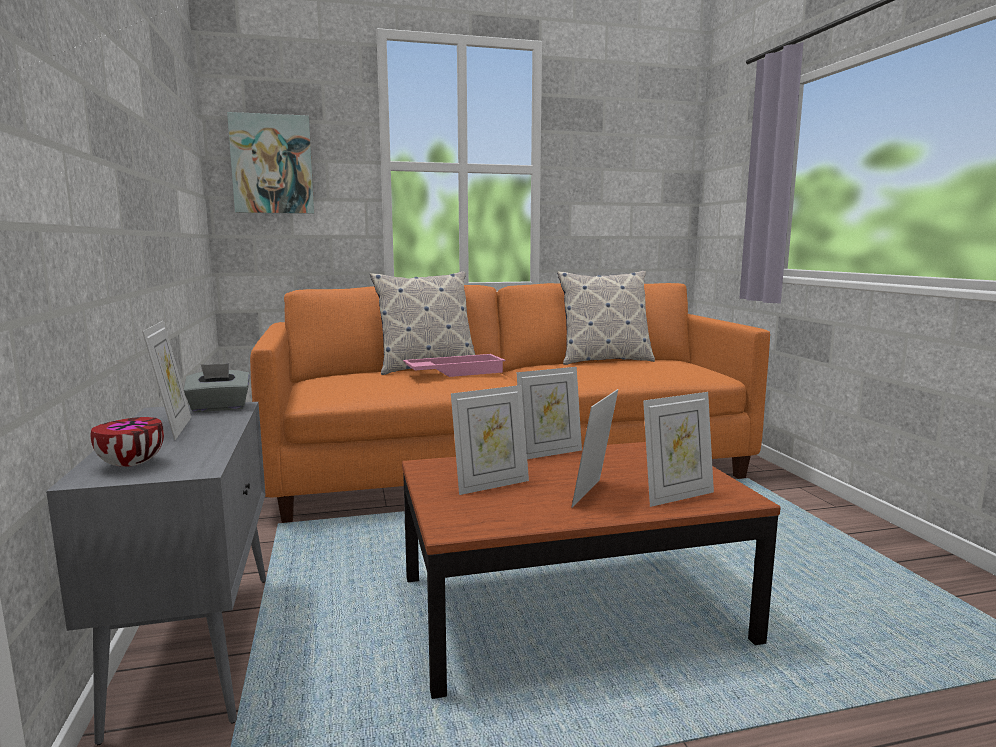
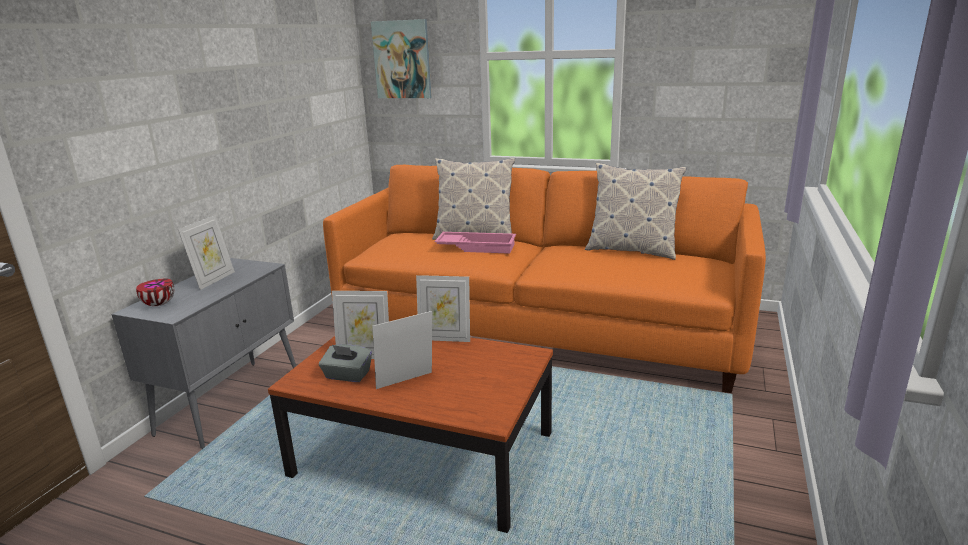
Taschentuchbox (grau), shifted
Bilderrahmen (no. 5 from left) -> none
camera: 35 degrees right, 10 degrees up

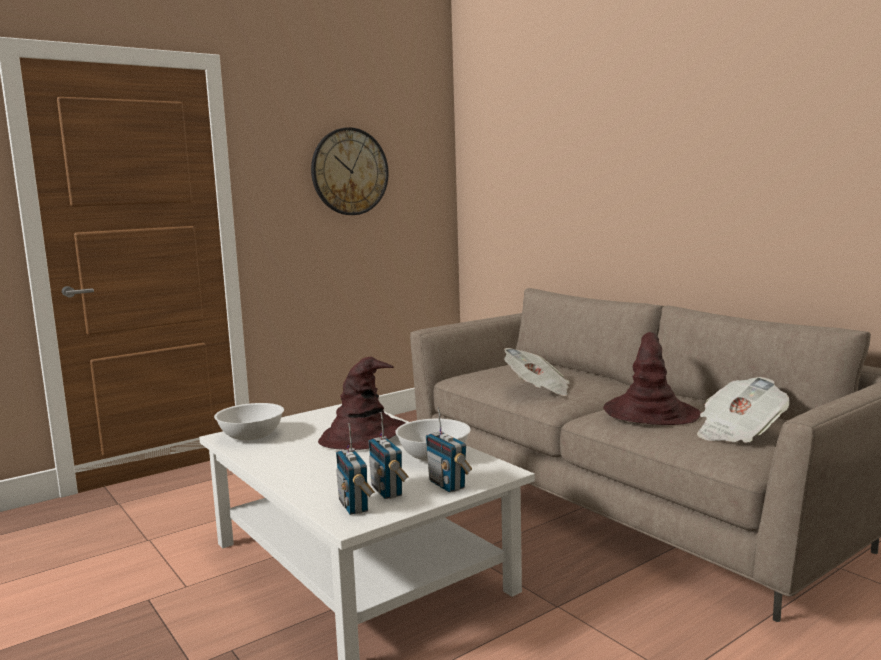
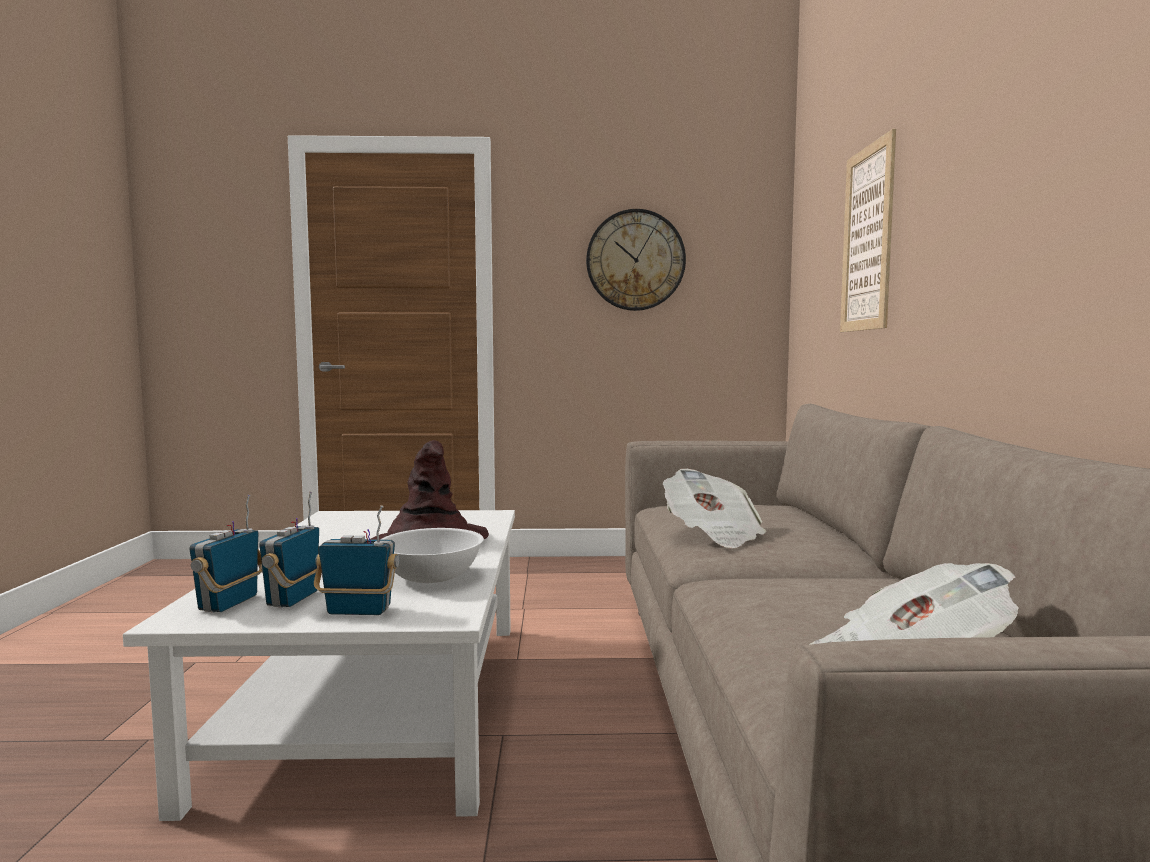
Schüssel (weiß) (no. 1 from left) -> none
Radio (no. 3 from left), 90 degrees clockwise
Hut (braun) (no. 2 from left) -> none
none -> Bild
camera: 35 degrees right, 5 degrees down

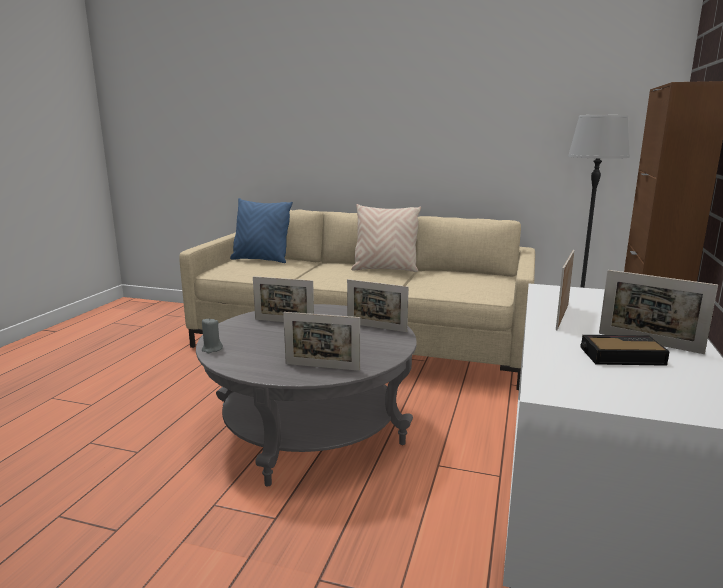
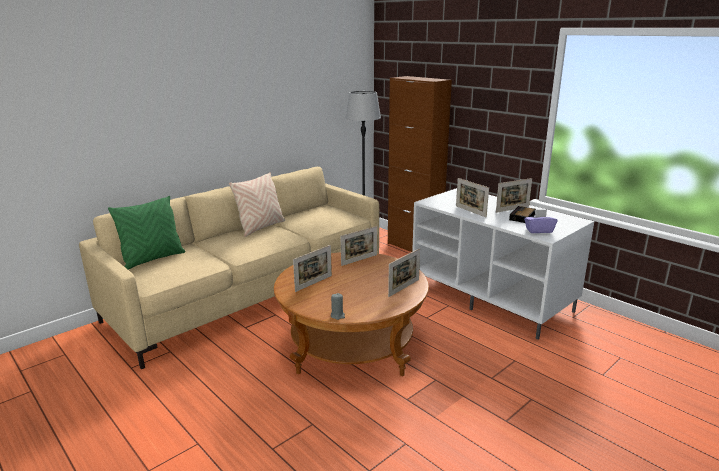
Couchtisch (grau) -> Couchtisch (braun)
Kissen (blau) -> Kissen (grün)
none -> Taschentuchbox (lila)
camera: 60 degrees left, 5 degrees up

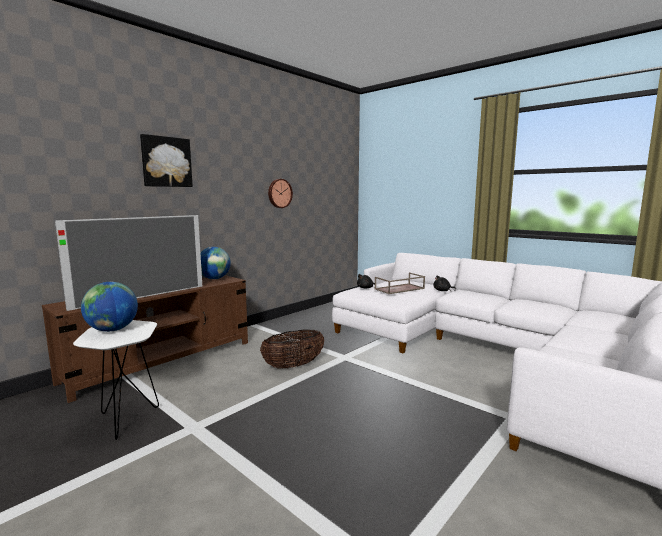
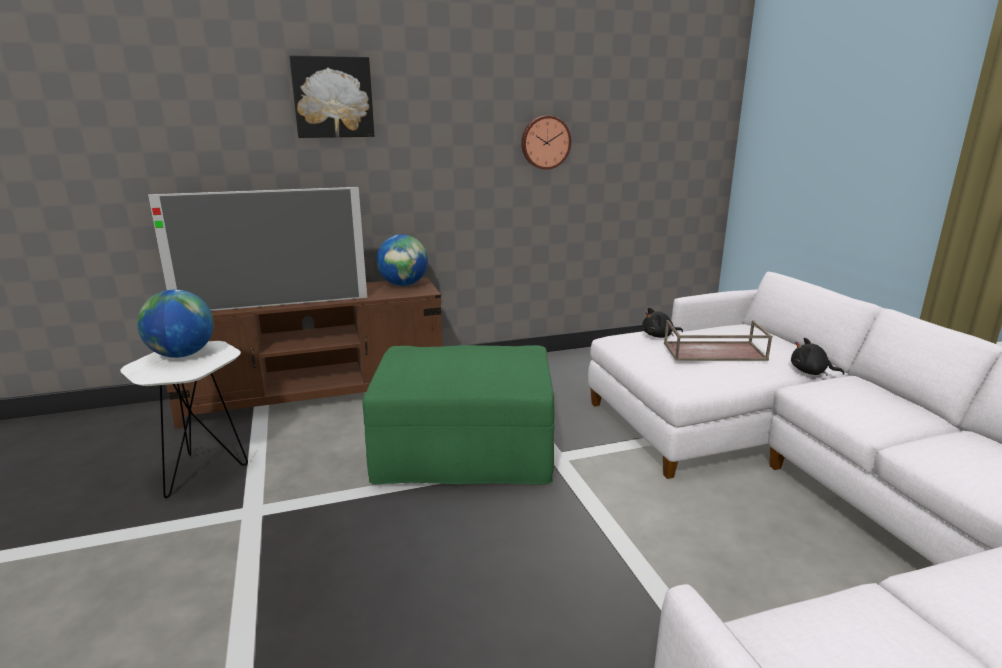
Korb -> Polsterhocker (grün)
camera: 30 degrees right, 10 degrees up

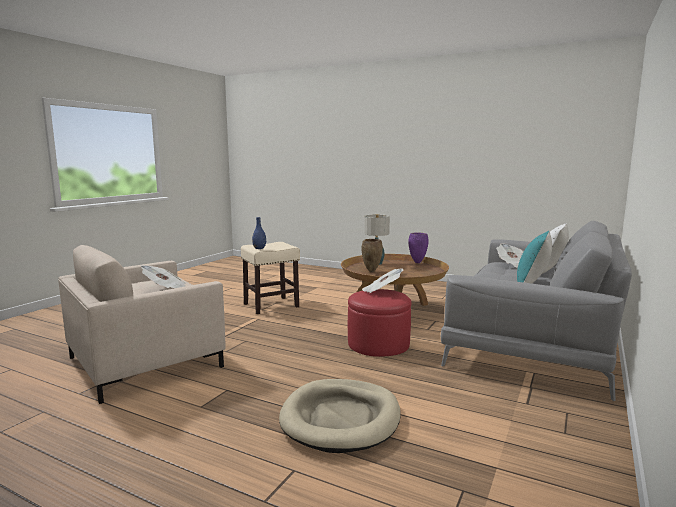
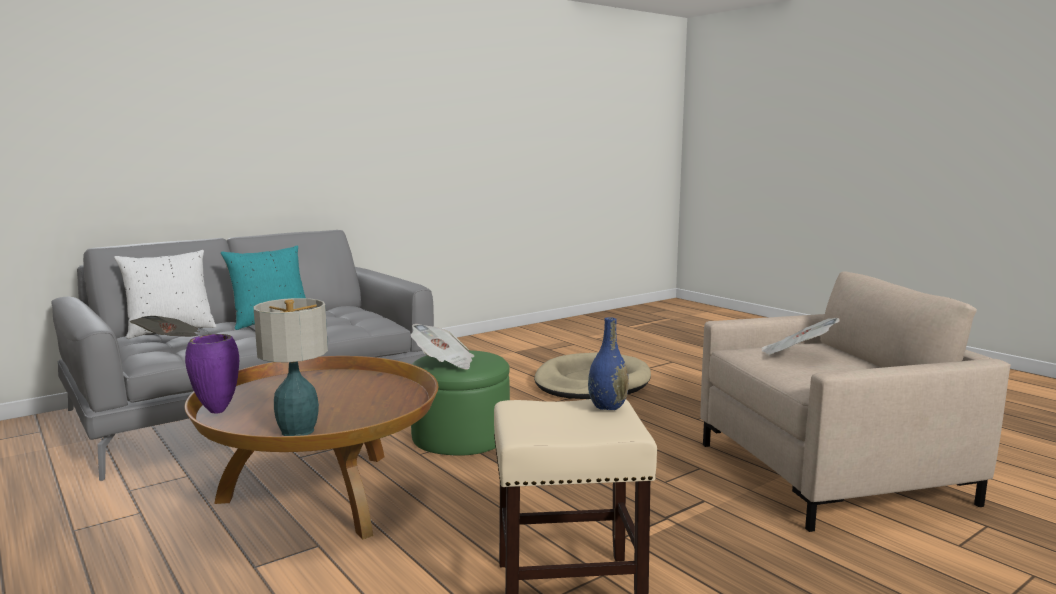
Polsterhocker (rot) -> Polsterhocker (grün)
Vase (braun) -> none
camera: 155 degrees left, 0 degrees up

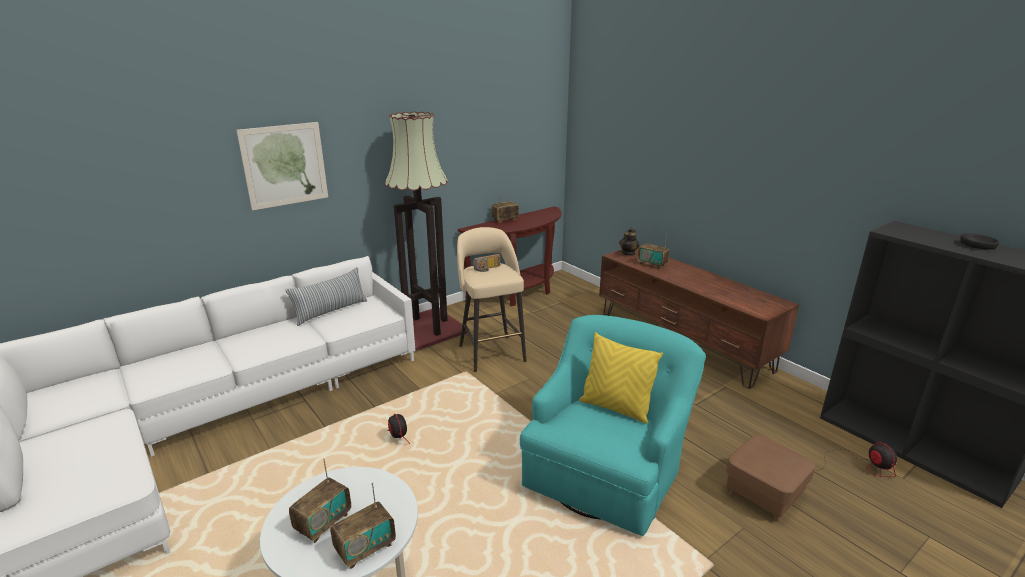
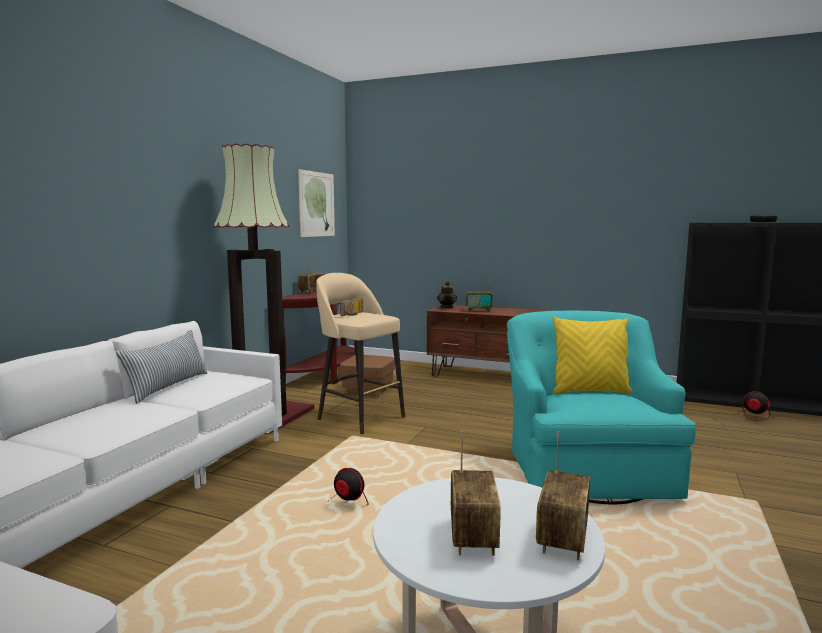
Bild, shifted
Polsterhocker (braun), shifted
camera: 30 degrees left, 15 degrees down

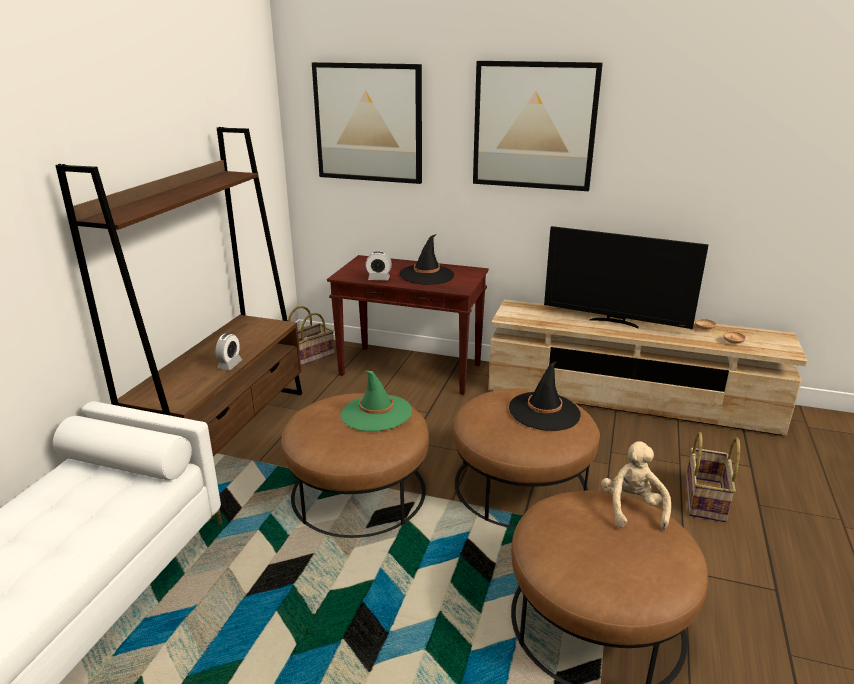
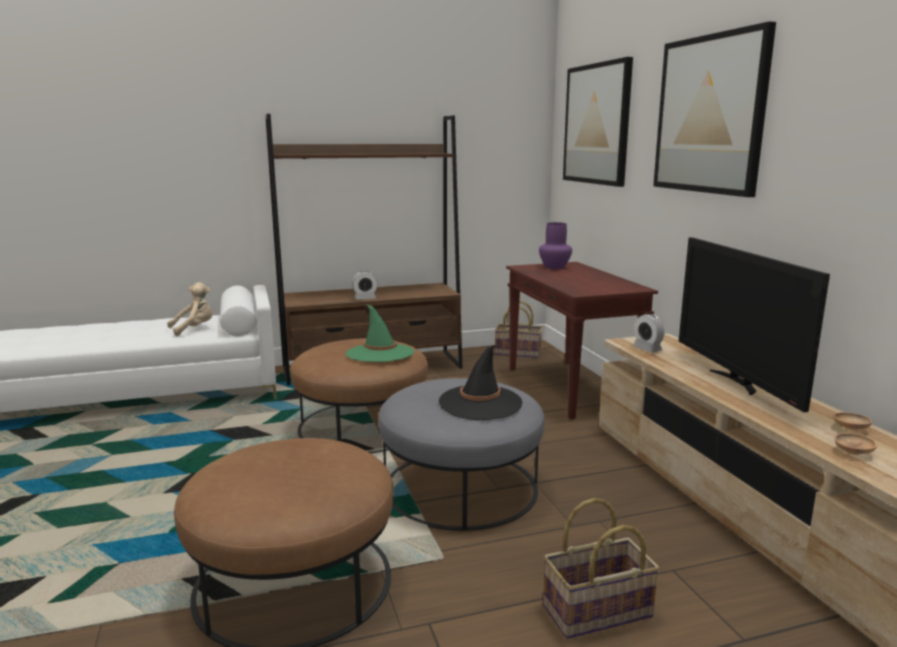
Wecker (no. 2 from left), shifted
Hut (schwarz) (no. 1 from left) -> none
Polsterhocker (braun) (no. 2 from left) -> Polsterhocker (grau)
Plüschtier (beige), shifted
none -> Vase (lila)
camera: 55 degrees right, 10 degrees down

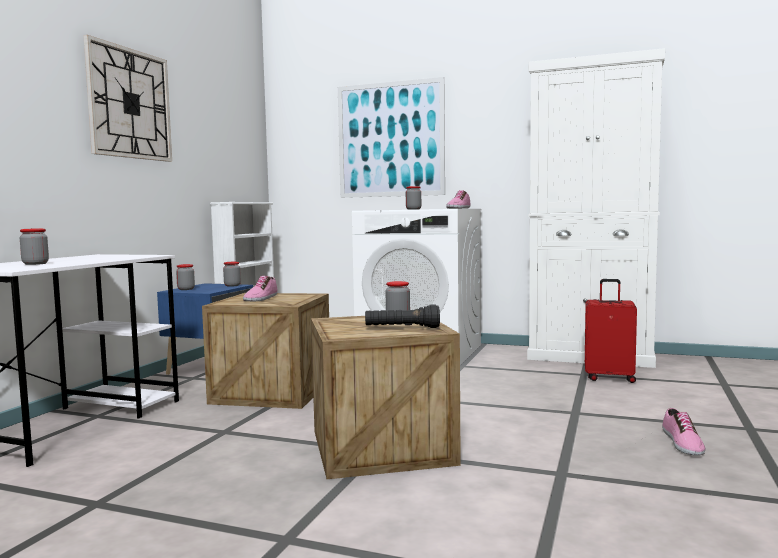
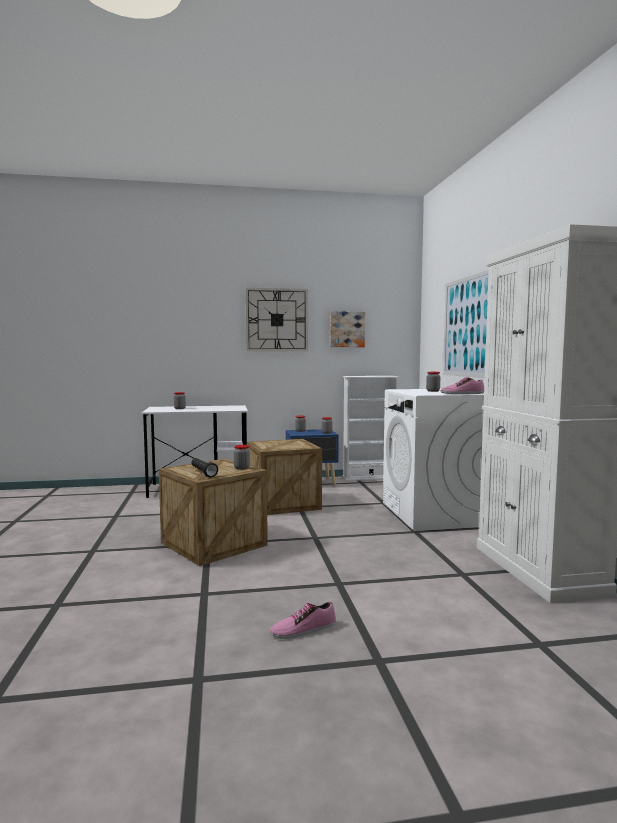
Schuh (no. 1 from left) -> none
Koffer (rot) -> none
none -> Bild (no. 1 from left)
camera: 60 degrees right, 0 degrees up

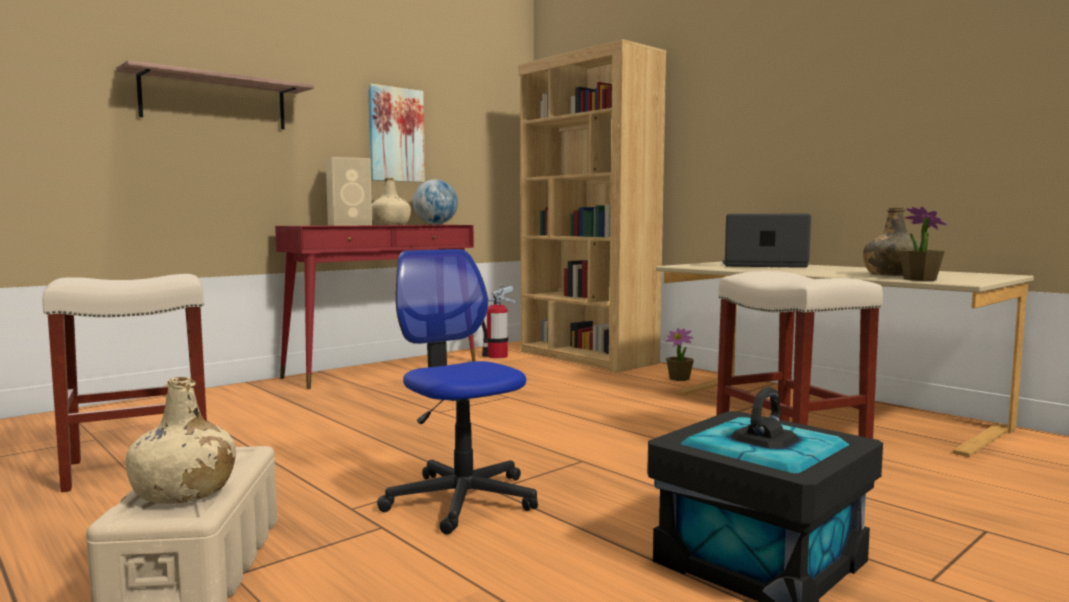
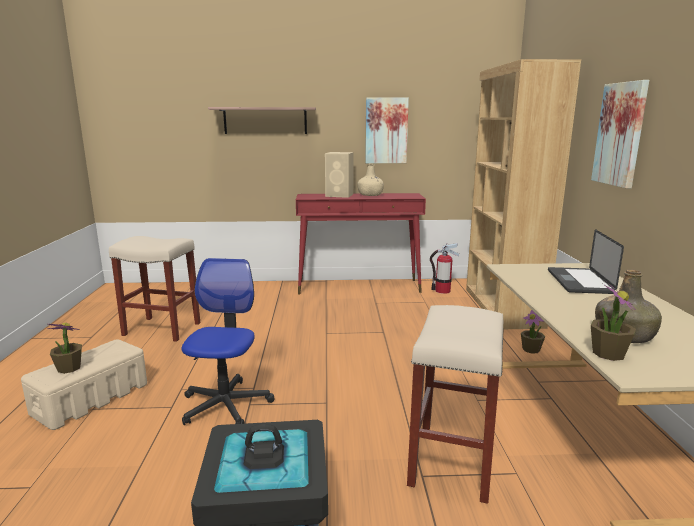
Flasche (beige) (no. 1 from left) -> Topfpflanze (no. 1 from left)
Globus -> none
Laptop, 135 degrees counterclockwise
none -> Bild (no. 2 from left)
camera: 40 degrees right, 10 degrees up

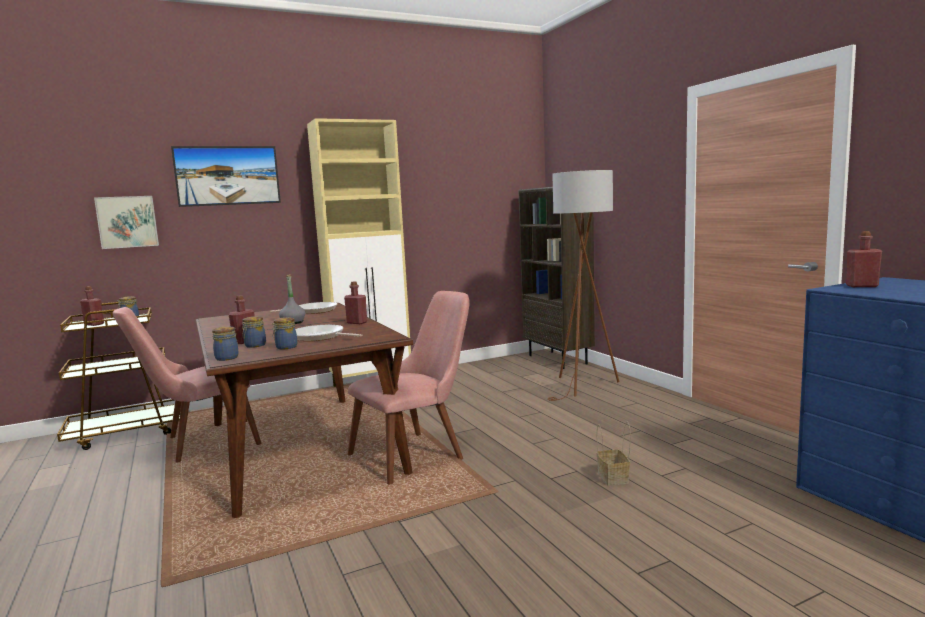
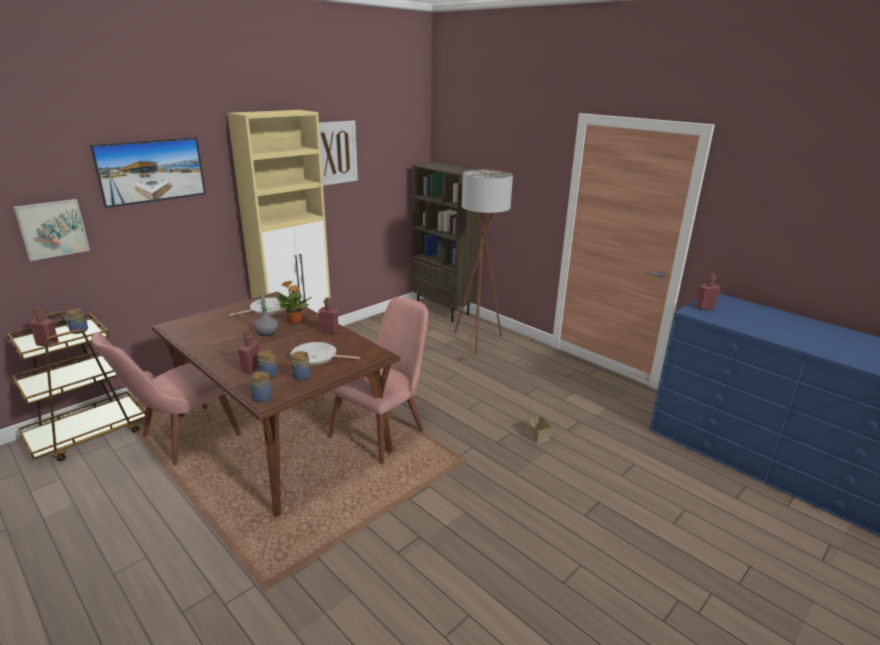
none -> Topfpflanze
none -> Bild (no. 3 from left)
camera: 20 degrees left, 15 degrees up

